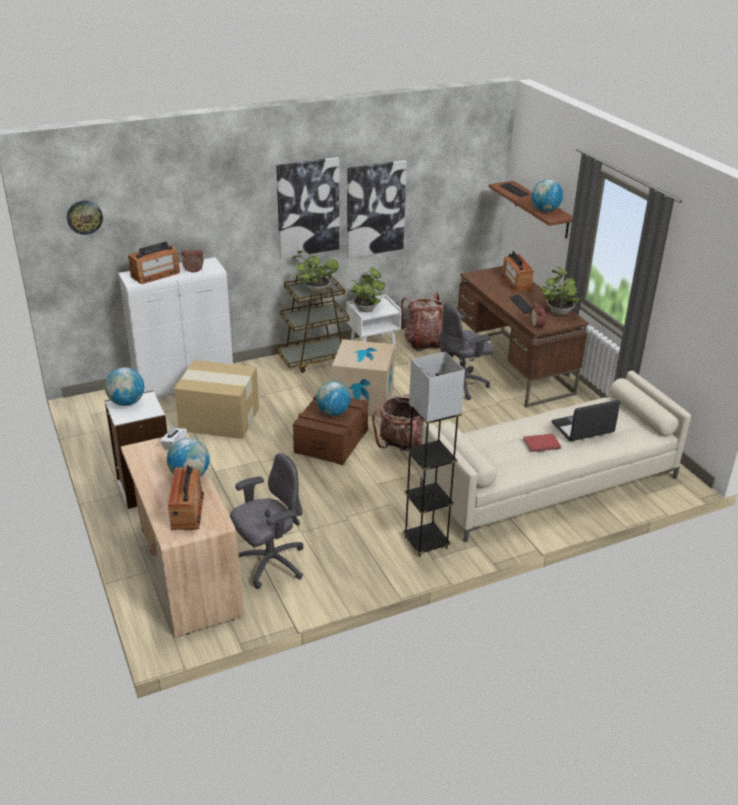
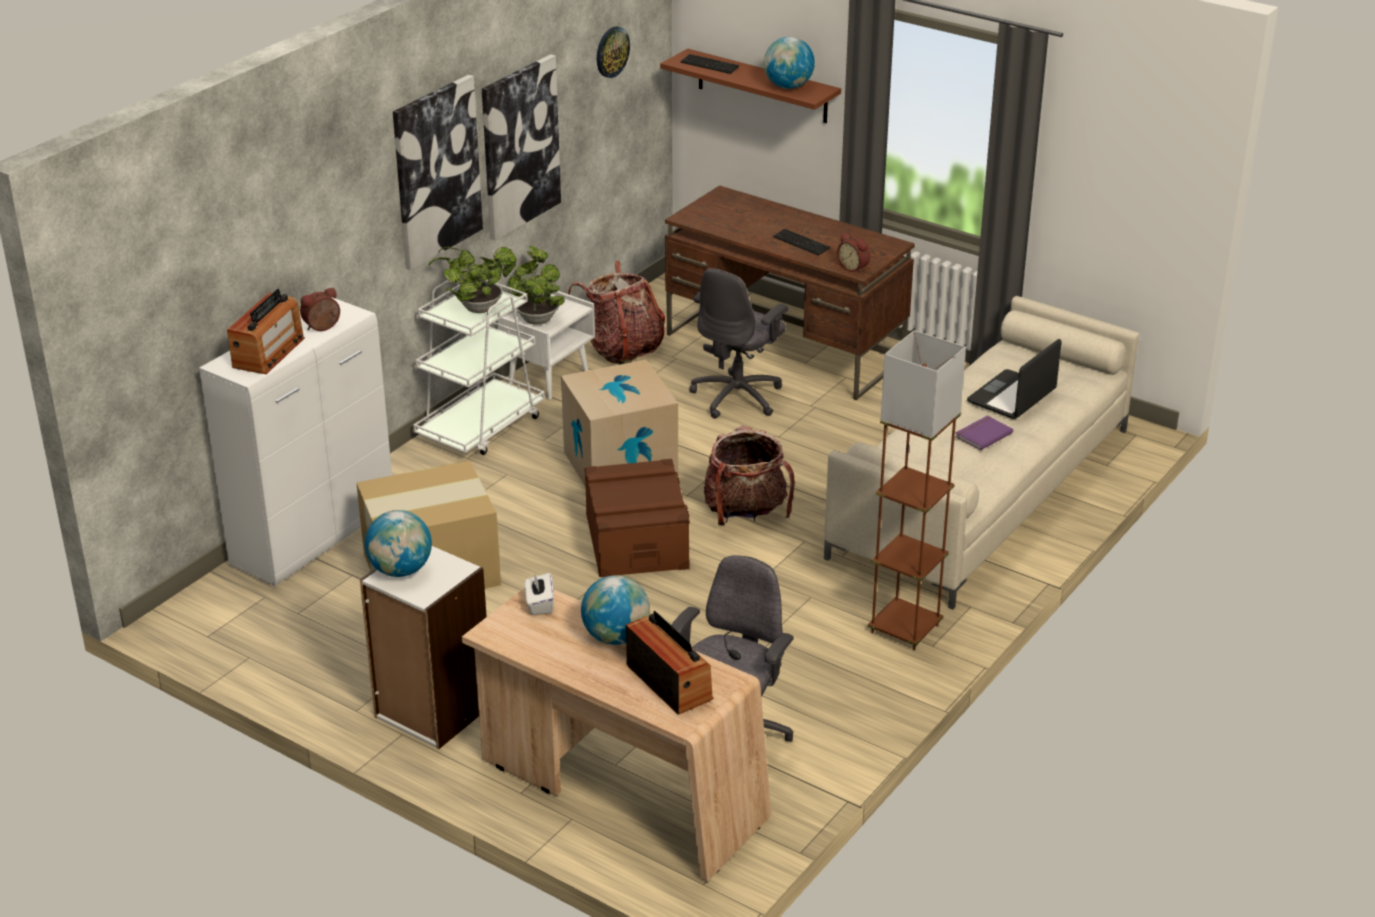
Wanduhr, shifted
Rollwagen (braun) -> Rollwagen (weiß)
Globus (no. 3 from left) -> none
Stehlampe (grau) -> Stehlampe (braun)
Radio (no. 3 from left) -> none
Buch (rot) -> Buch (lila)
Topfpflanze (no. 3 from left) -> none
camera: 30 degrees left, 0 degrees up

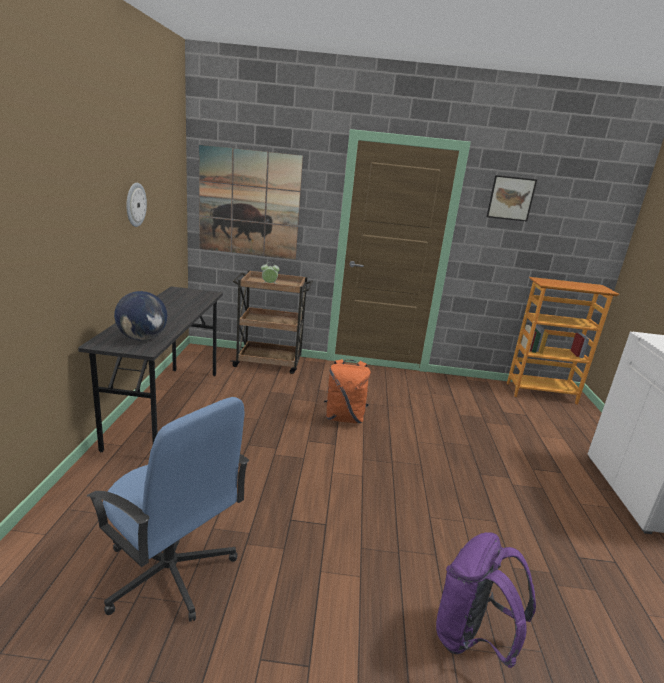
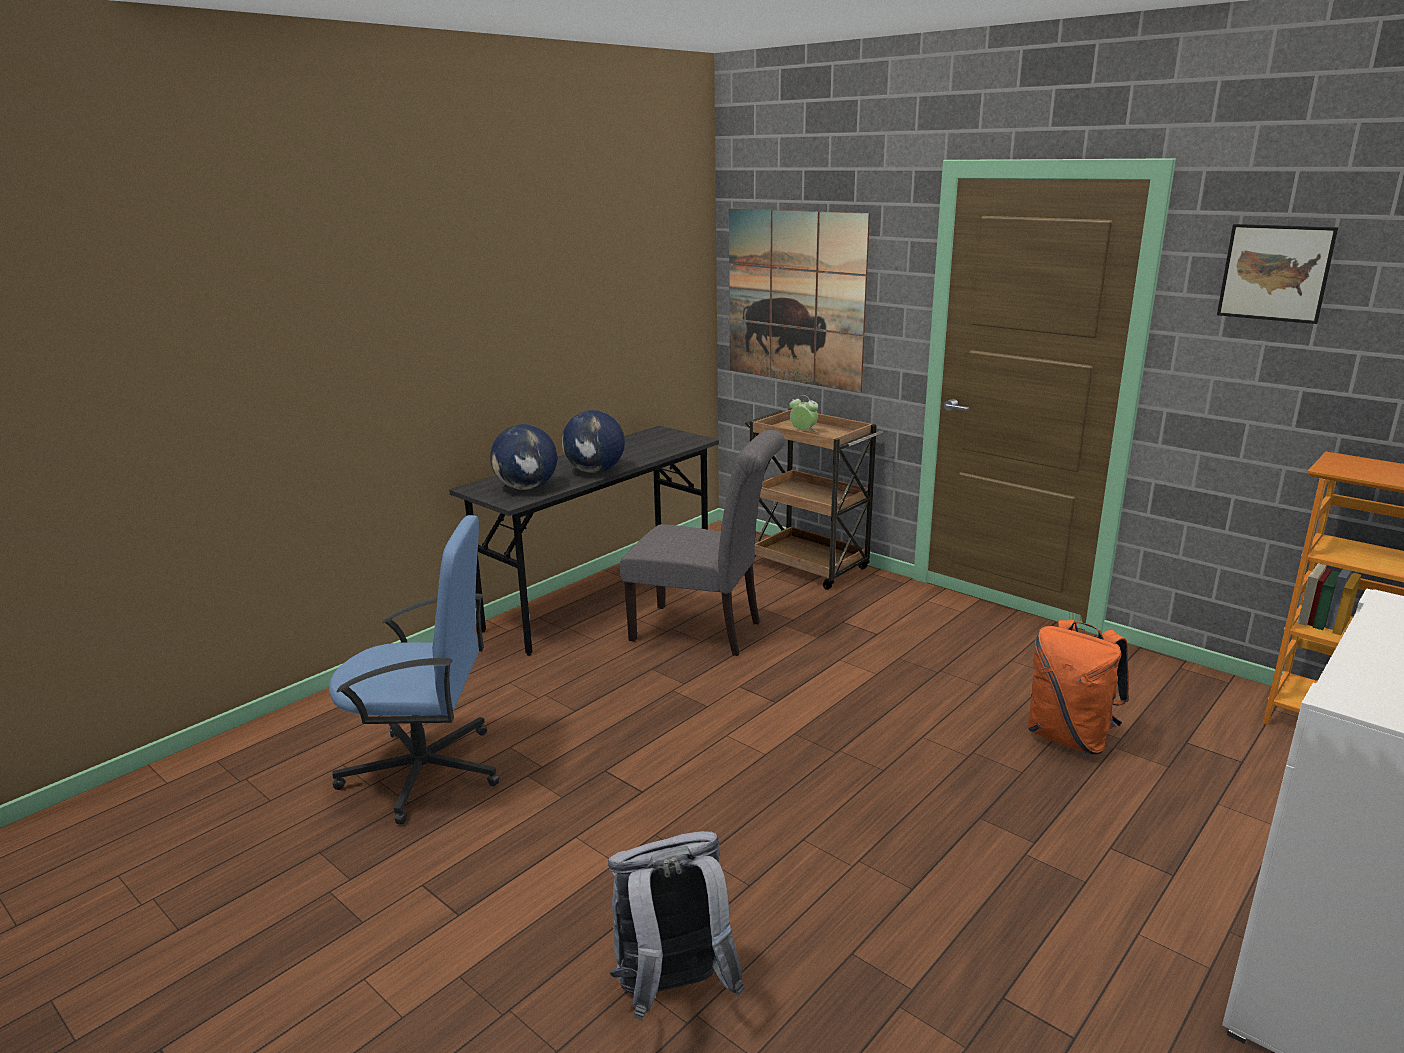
Bürostuhl (blau), 75 degrees counterclockwise
Wanduhr -> none
Rucksack (orange), shifted
Rucksack (lila) -> Rucksack (grau)
none -> Globus (no. 2 from left)
none -> Stuhl (grau)
camera: 40 degrees right, 0 degrees up

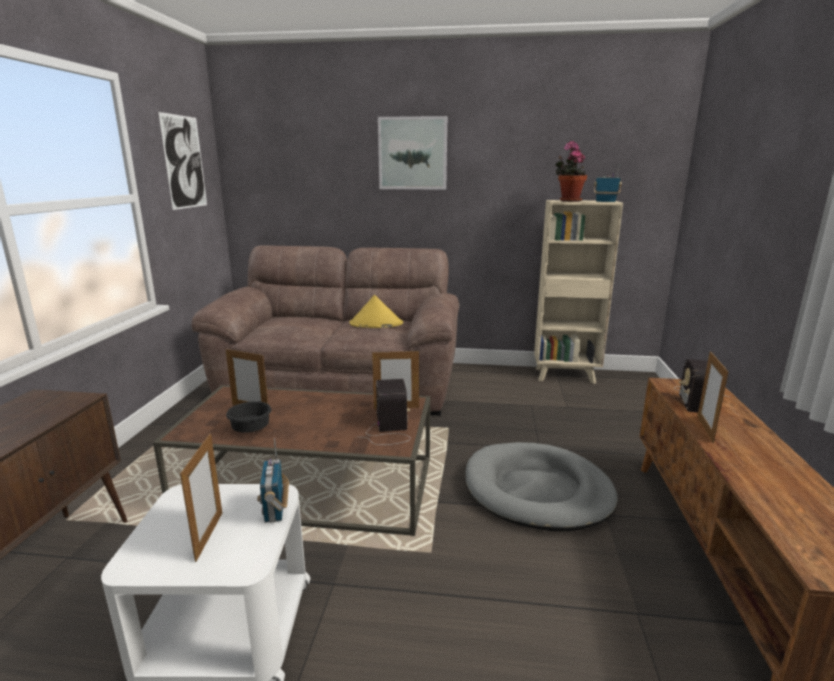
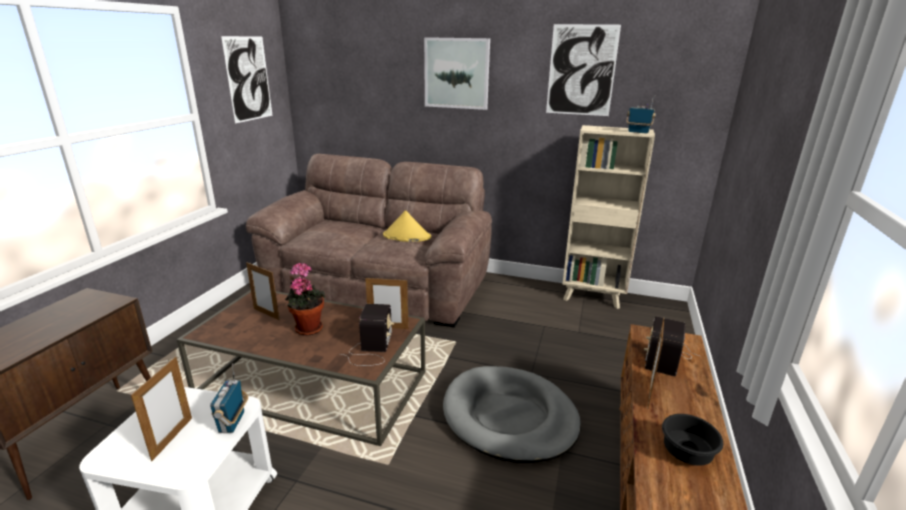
Schüssel (schwarz), shifted
Topfpflanze, shifted
none -> Bild (no. 3 from left)
camera: 10 degrees right, 5 degrees up

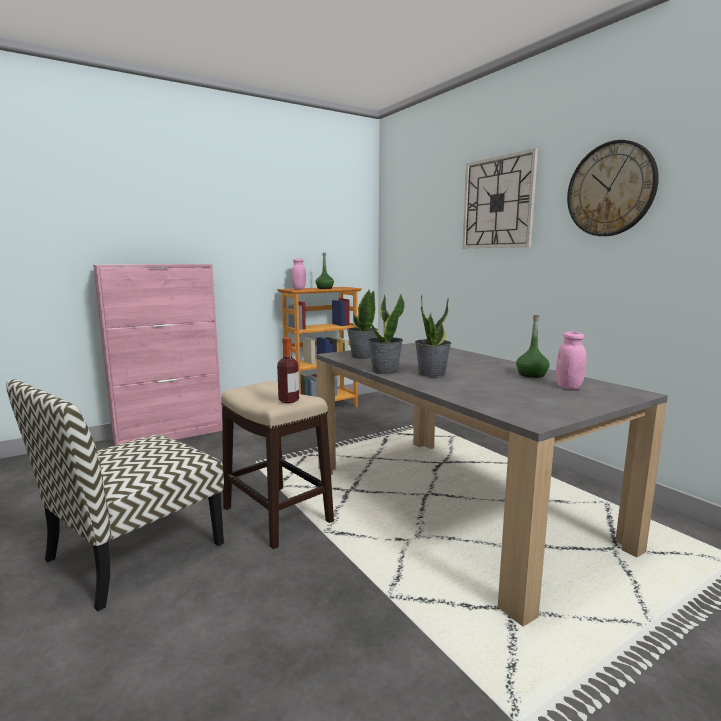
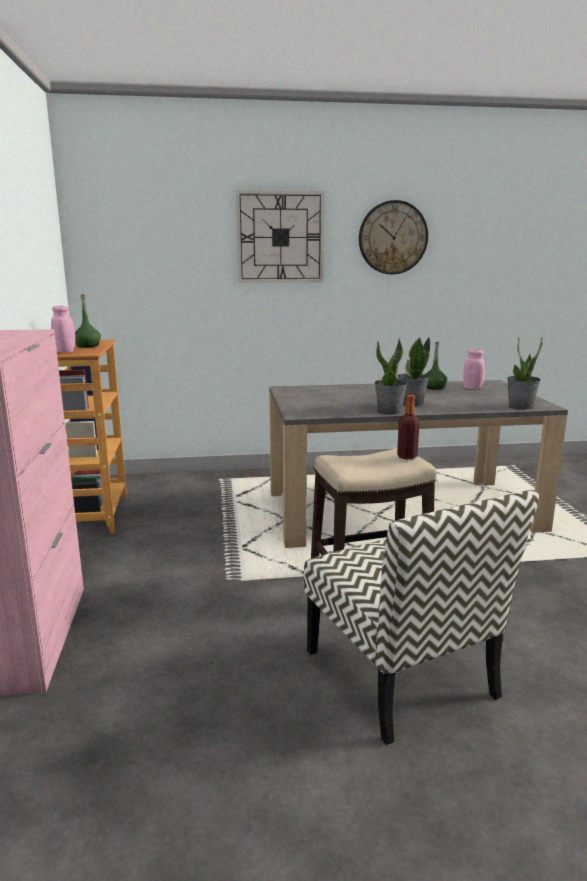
Topfpflanze (no. 1 from left in the first image) -> Topfpflanze (no. 3 from left), shifted
camera: 65 degrees left, 5 degrees up

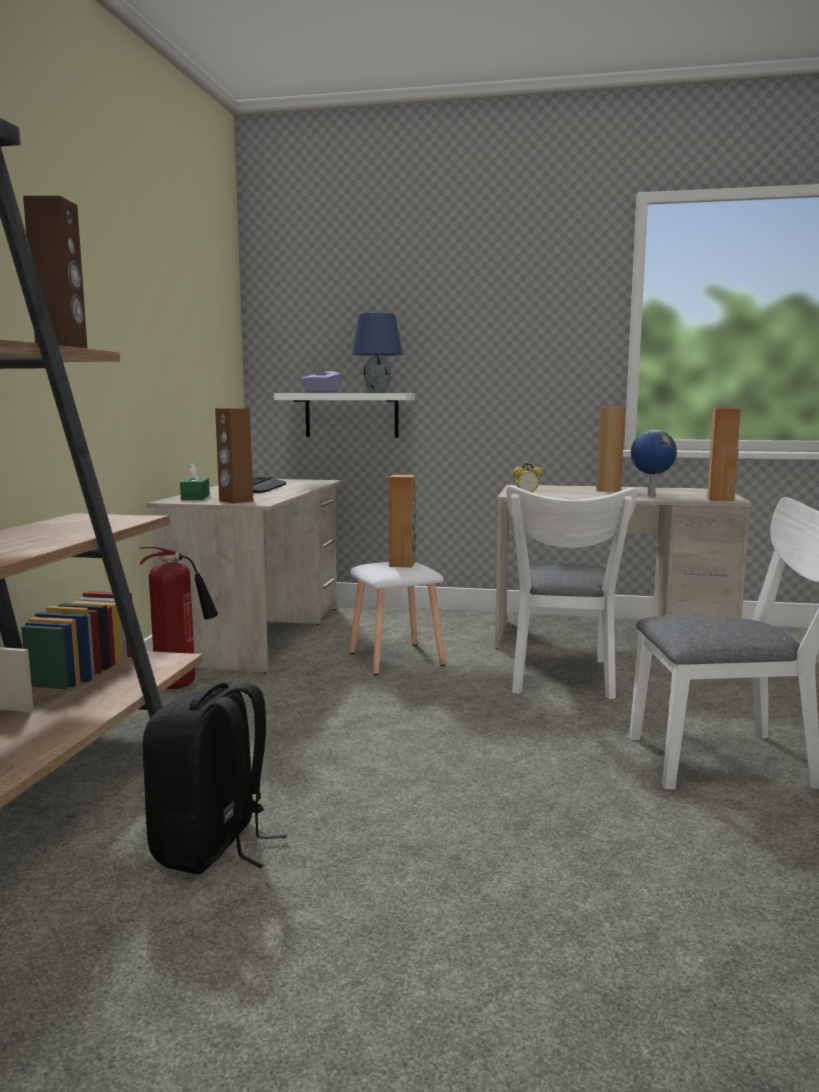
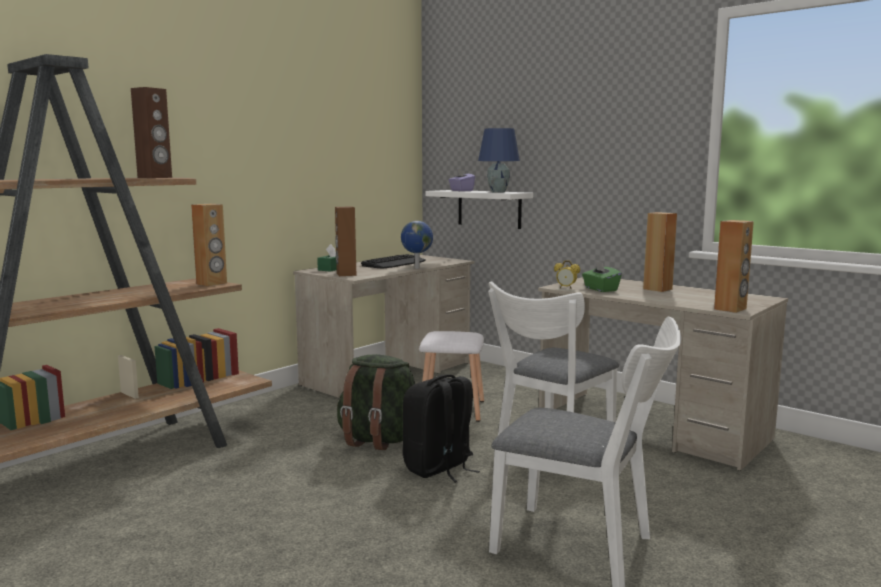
Feuerlöscher -> none
Rucksack (schwarz), shifted
Lautsprecher (braun) (no. 3 from left in the first image) -> Lautsprecher (braun) (no. 2 from left), shifted
Globus, shifted
none -> Rucksack (grün)
none -> Taschentuchbox (grün) (no. 2 from left)
camera: 30 degrees right, 0 degrees up

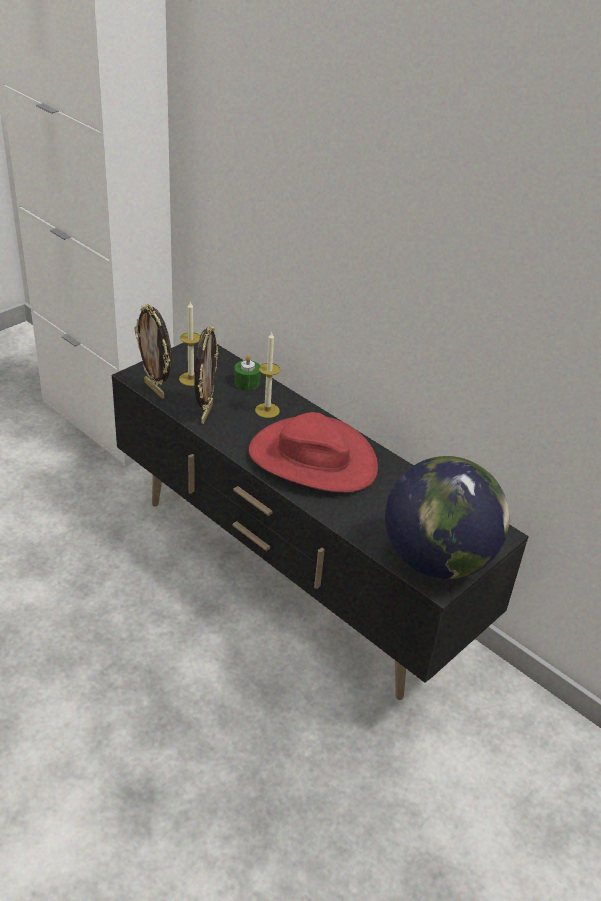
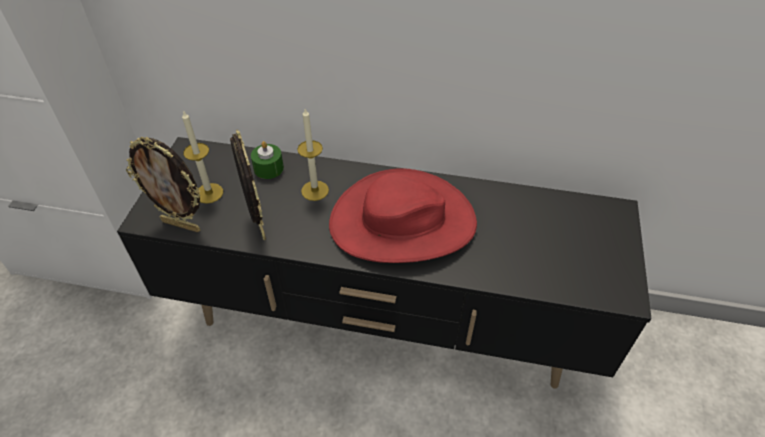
Globus -> none
camera: 30 degrees left, 10 degrees up

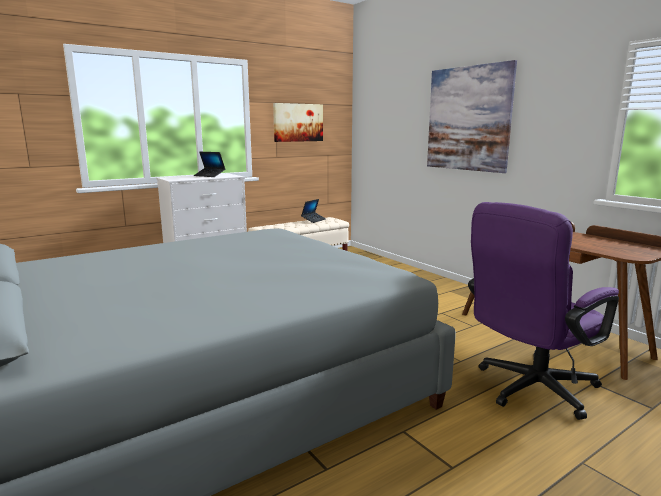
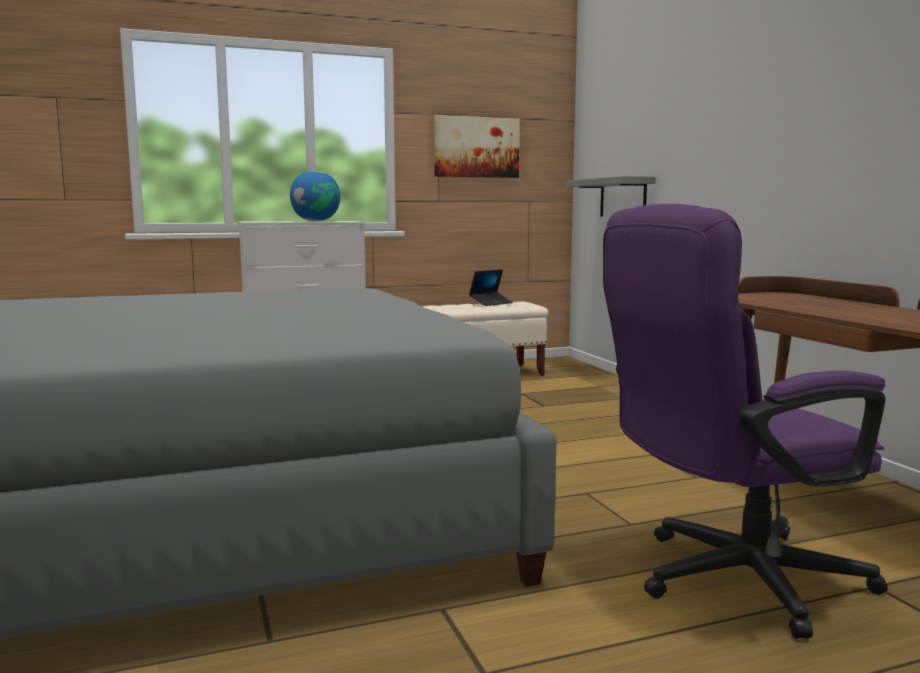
Laptop (no. 1 from left) -> Globus
Bild (no. 2 from left) -> none
none -> Wandregal (grau)
camera: 15 degrees right, 5 degrees down

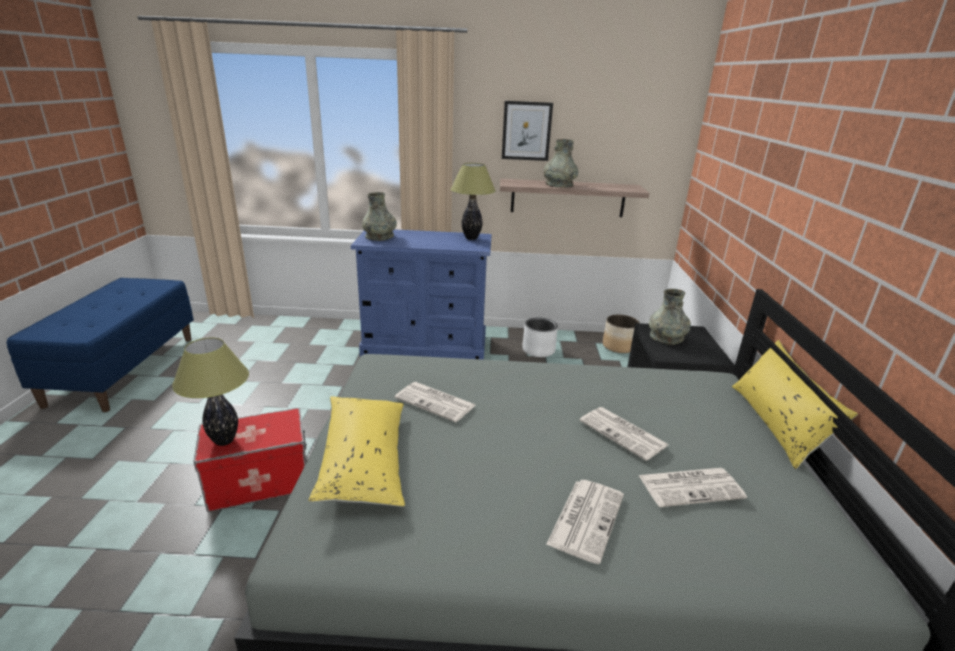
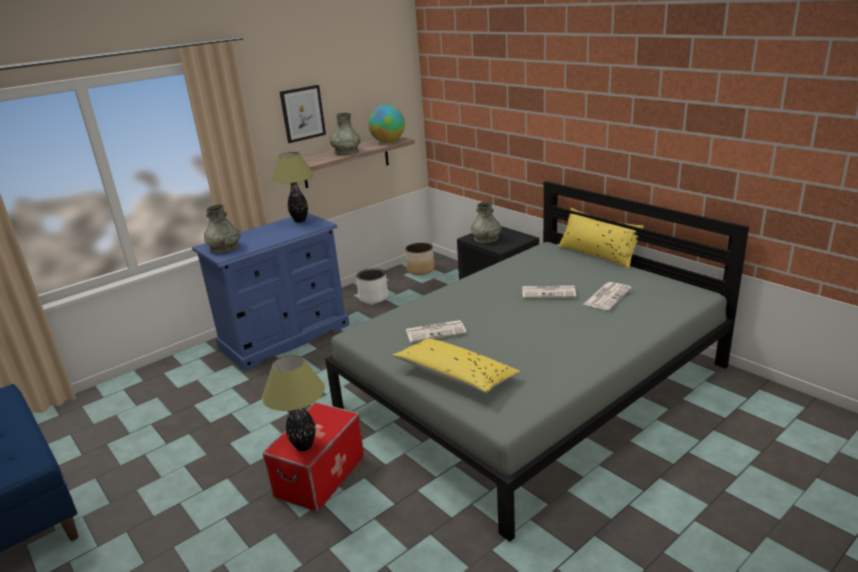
Zeitung (no. 2 from left) -> none
none -> Globus
camera: 40 degrees left, 0 degrees up

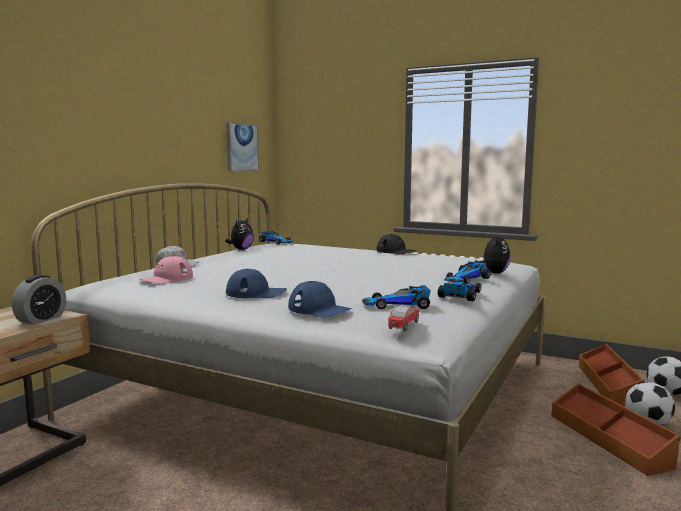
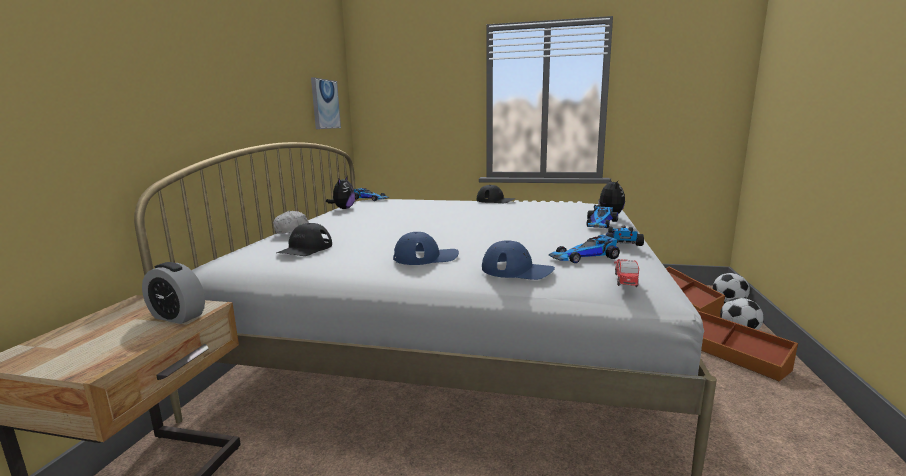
Wecker, 105 degrees clockwise
Kappe (rosa) -> Kappe (schwarz) (no. 1 from left)
camera: 15 degrees left, 5 degrees up

